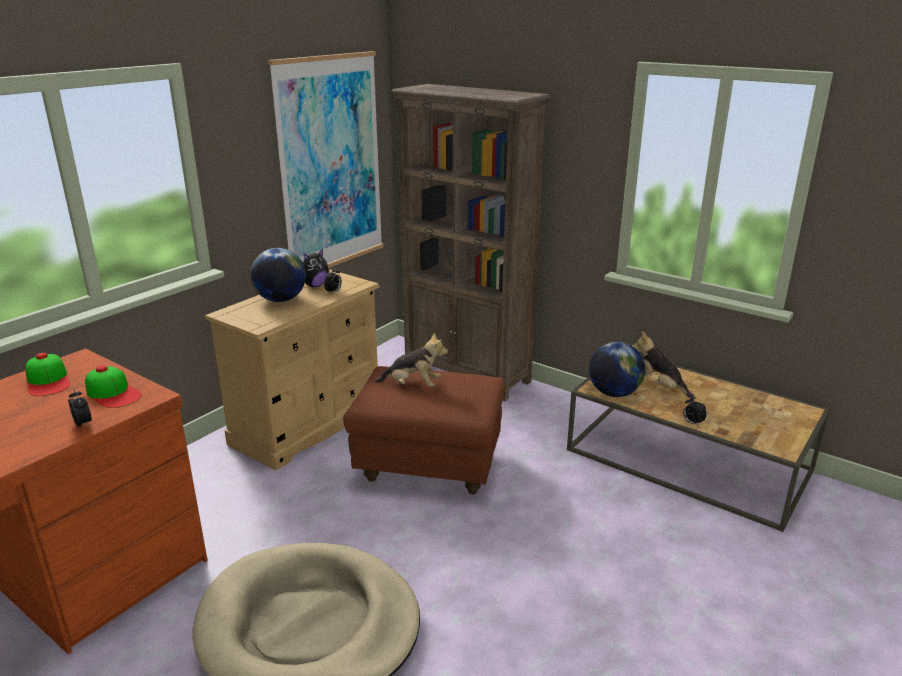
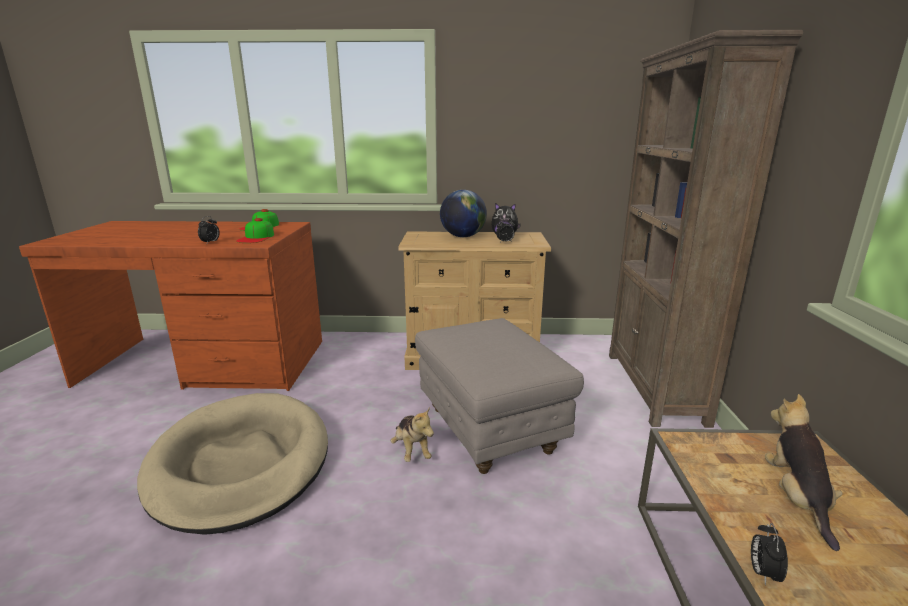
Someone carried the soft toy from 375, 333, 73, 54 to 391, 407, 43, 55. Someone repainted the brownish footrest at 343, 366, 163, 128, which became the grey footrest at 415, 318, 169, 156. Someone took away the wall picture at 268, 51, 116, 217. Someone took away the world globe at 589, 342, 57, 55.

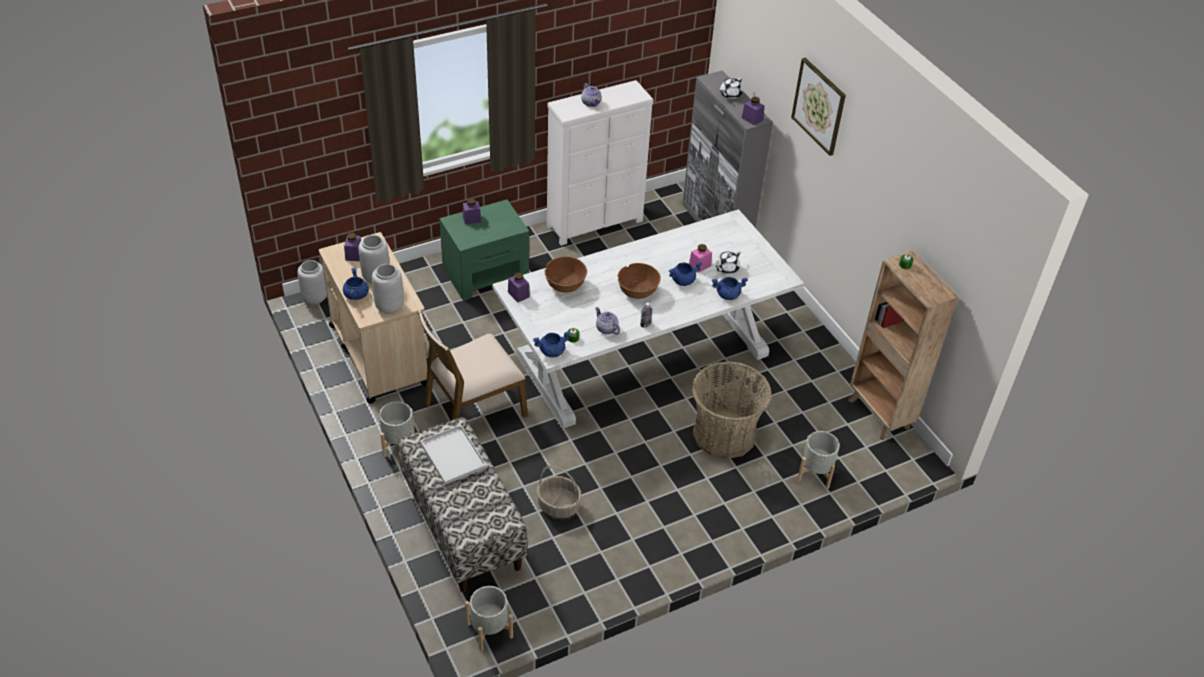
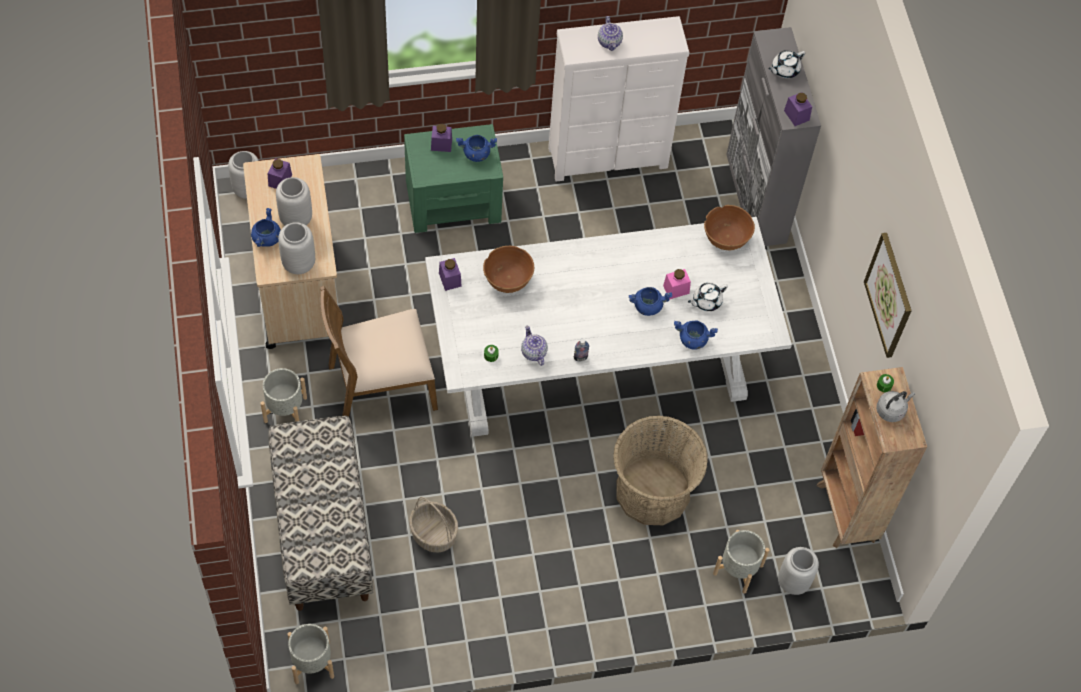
Someone carried the bluish cooking pot from 533, 331, 37, 26 to 456, 135, 41, 27. Someone carried the brownish serving bowl from 618, 263, 43, 36 to 704, 205, 51, 46. Someone put down the grey decorative vase at 778, 547, 41, 48. Someone carried the wall picture from 791, 58, 55, 98 to 864, 233, 47, 125. Someone put down the grey tea kettle at 876, 391, 39, 31. Someone took away the white carrying tray at 420, 425, 67, 60.

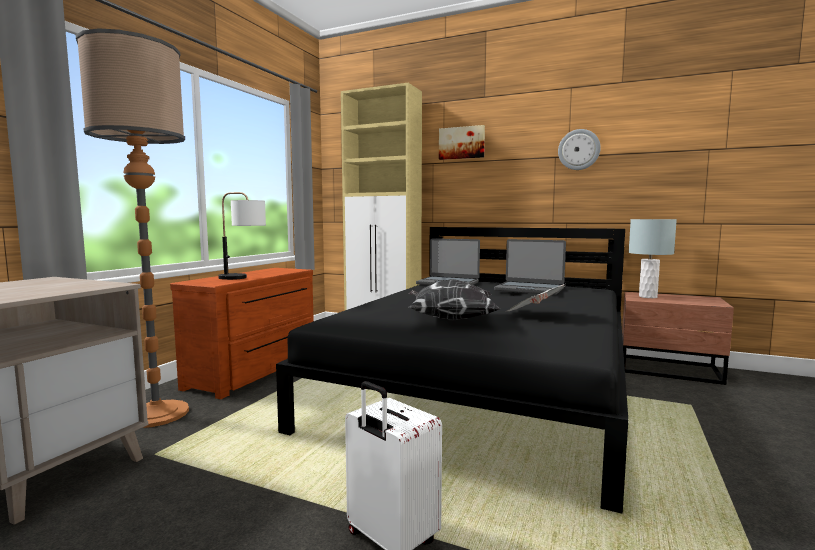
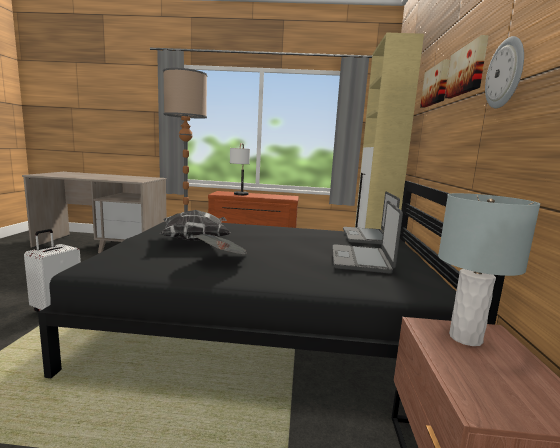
Someone put up the wall picture at 445, 35, 44, 63.

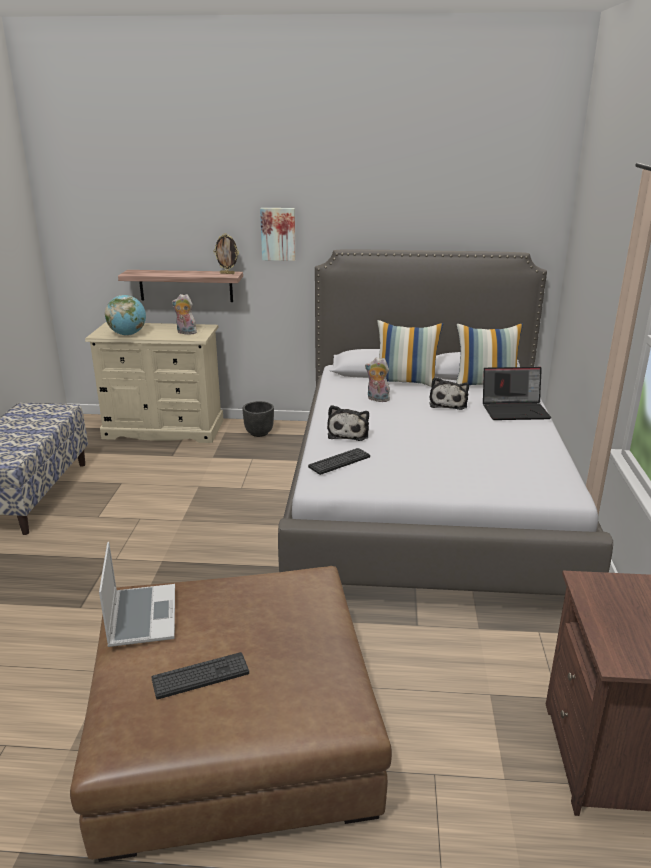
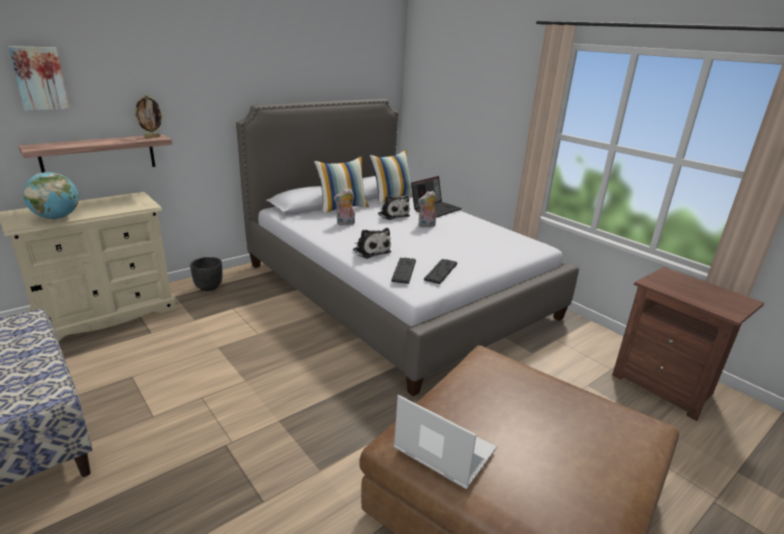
Someone carried the wall picture from 260, 208, 36, 53 to 8, 46, 62, 65. Someone carried the soft toy from 172, 294, 25, 41 to 418, 190, 18, 38. Someone carried the keyboard from 151, 652, 98, 47 to 424, 259, 33, 25.

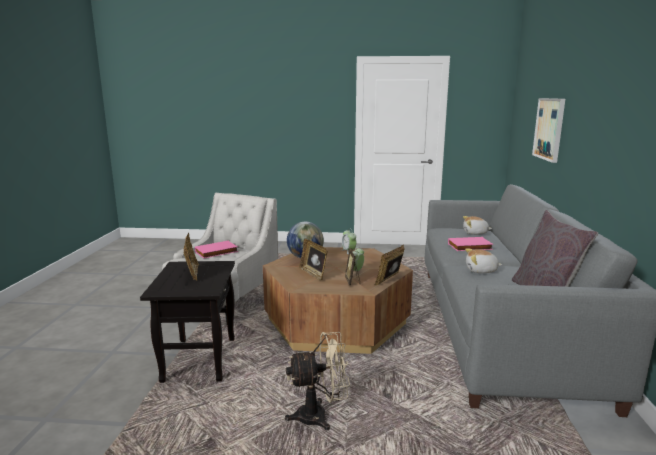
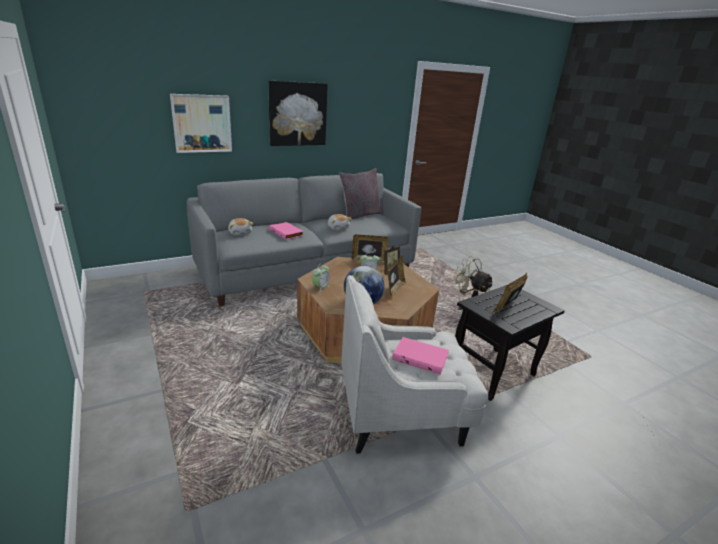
Someone put up the wall picture at 269, 81, 59, 65.

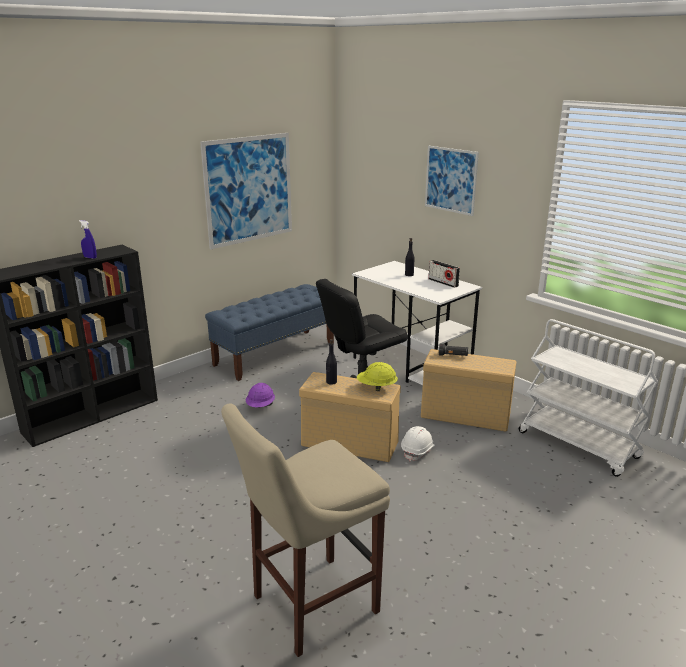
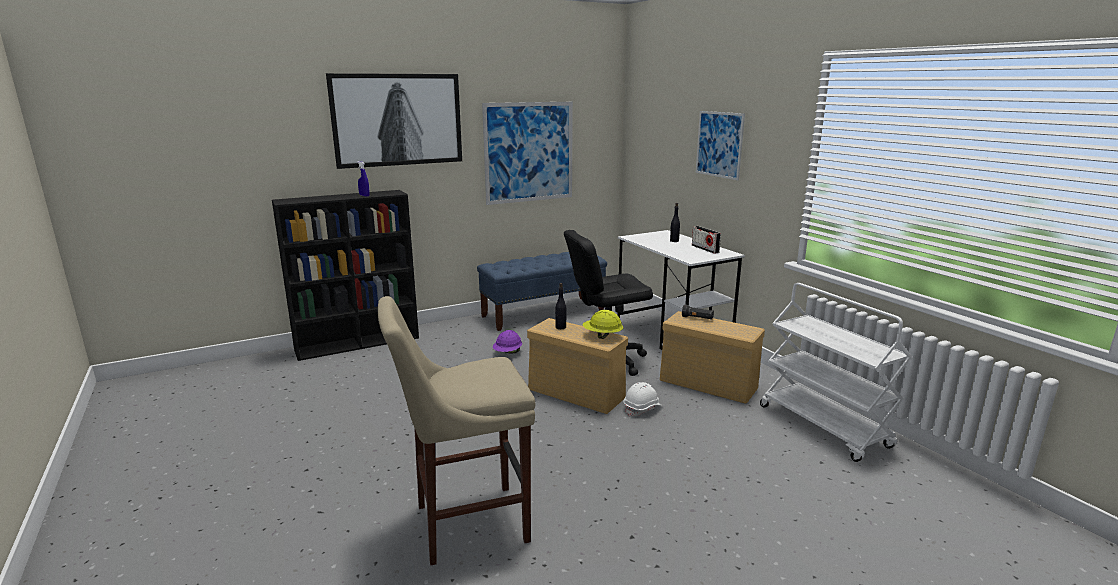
Someone put up the wall picture at 326, 73, 136, 96.

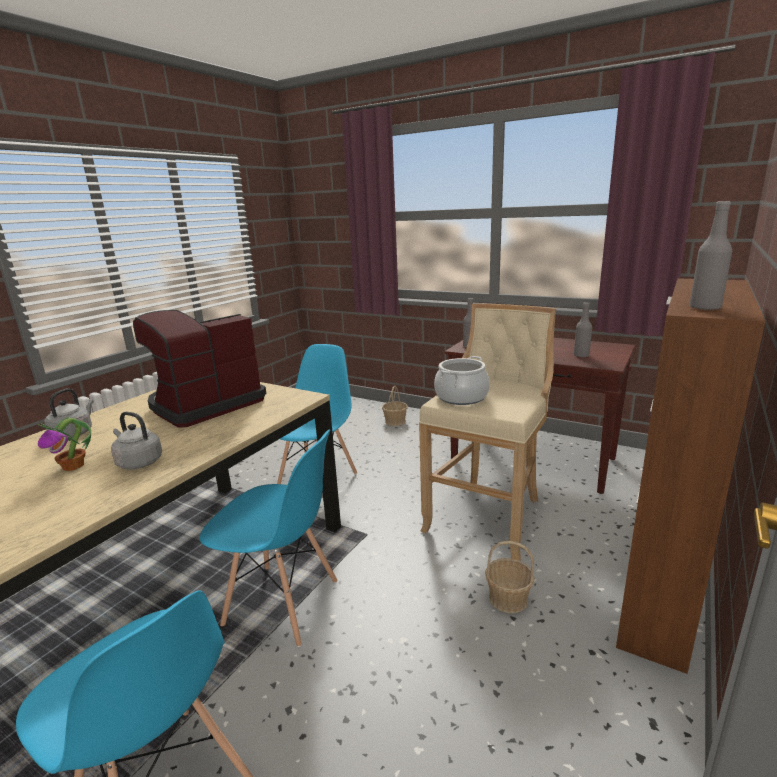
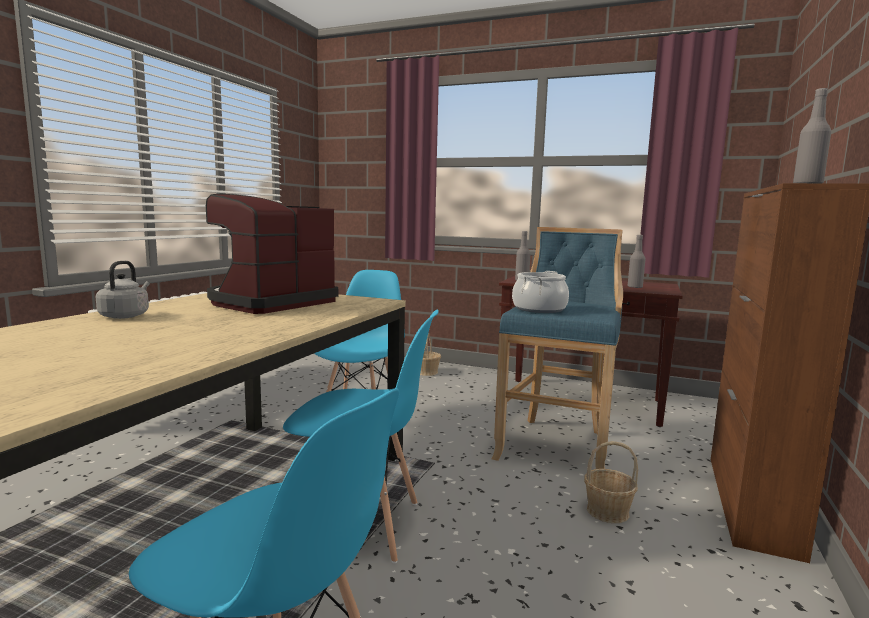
Someone repainted the beige-coloured sitting stool at 419, 303, 137, 258, which became the bluish sitting stool at 492, 227, 131, 242. Someone took away the houseplant at 37, 417, 54, 54. Someone took away the grey tea kettle at 111, 412, 51, 57.

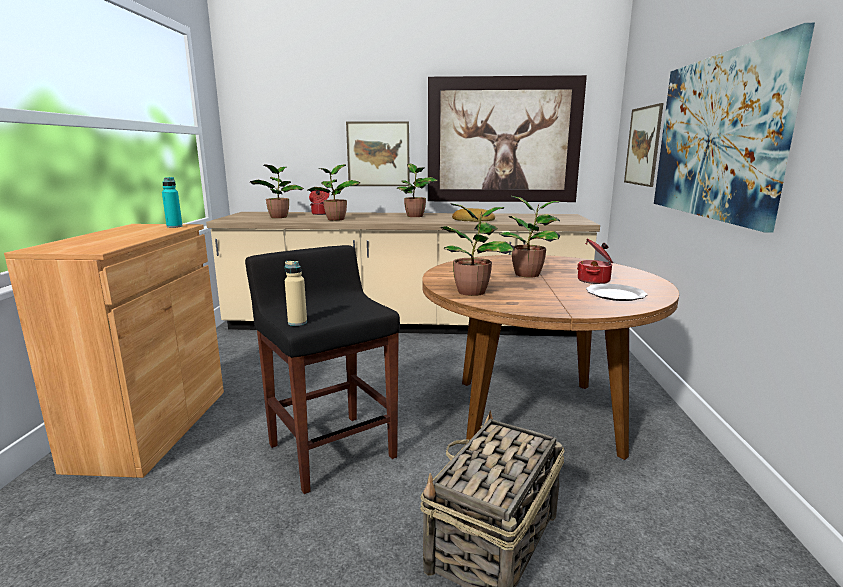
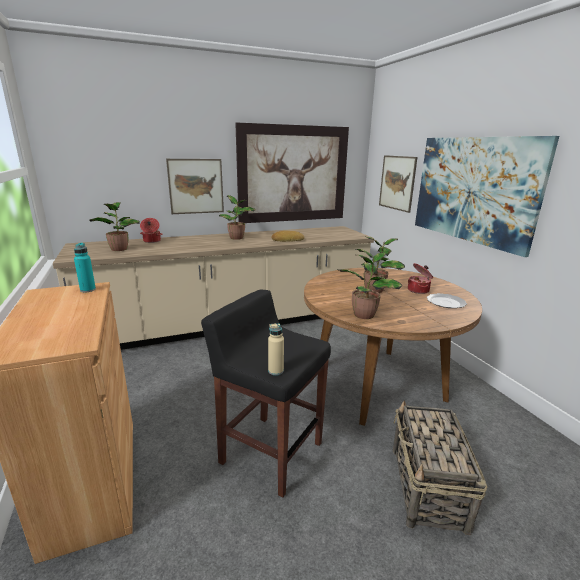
Someone took away the houseplant at 308, 164, 52, 57.

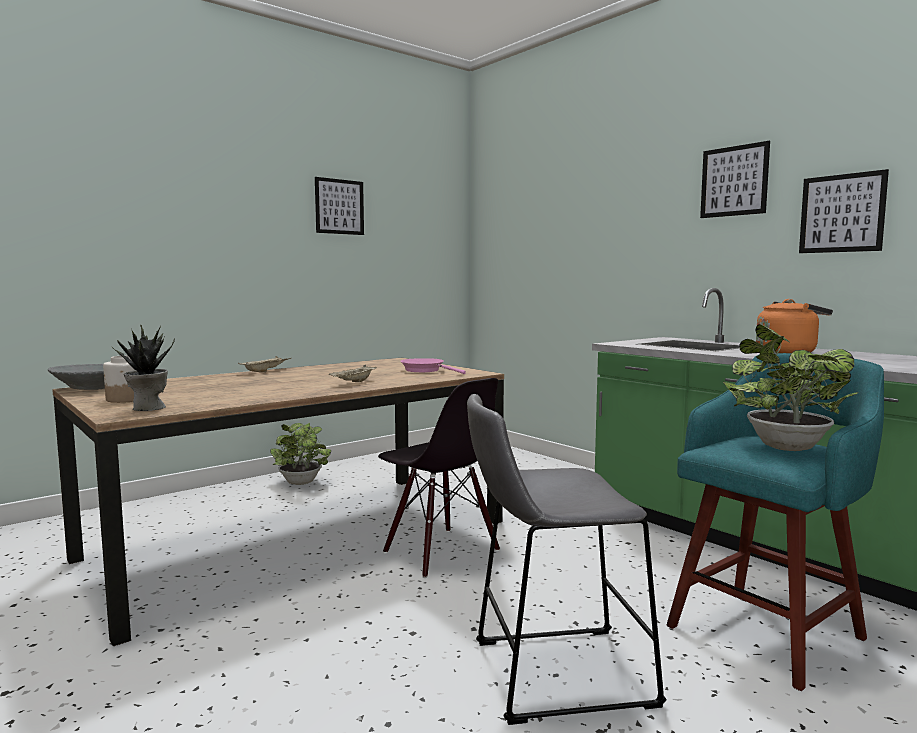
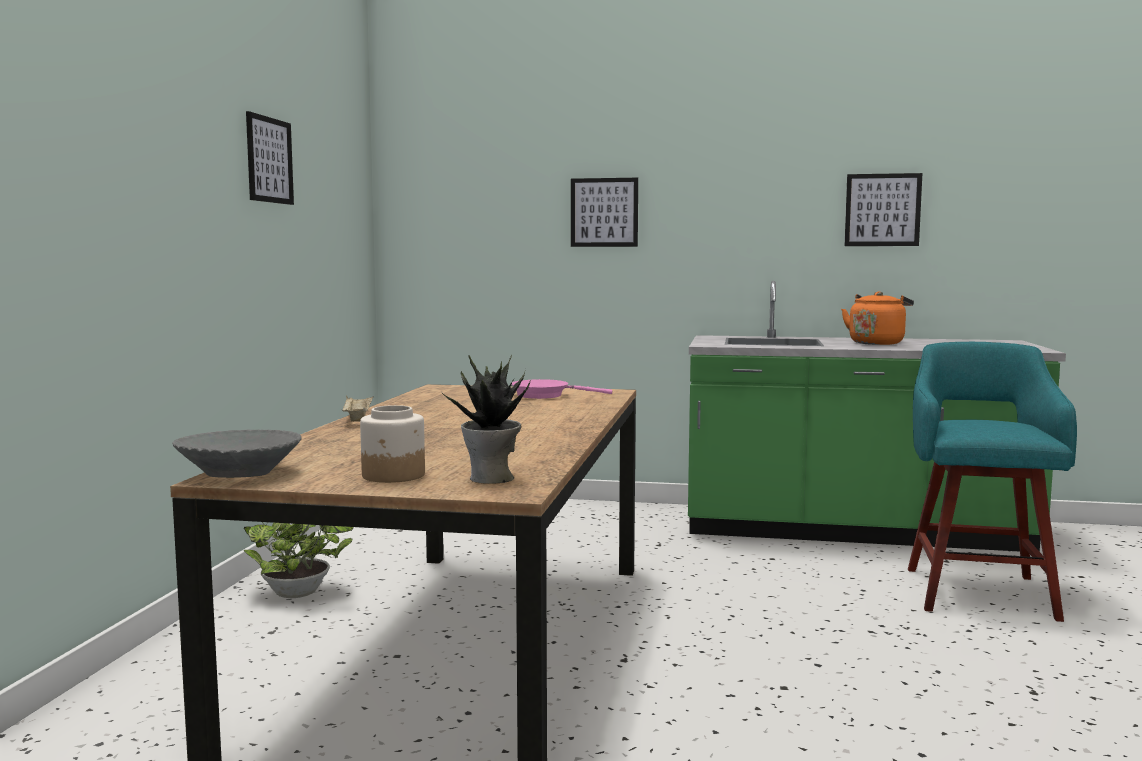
Someone carried the wall picture from 700, 141, 70, 77 to 571, 178, 67, 69. Someone took away the beige-coloured carrying tray at 329, 365, 48, 17. Someone took away the blackish upright chair at 378, 378, 122, 200. Someone took away the grey sitting stool at 467, 394, 200, 331. Someone took away the houseplant at 723, 324, 136, 127.

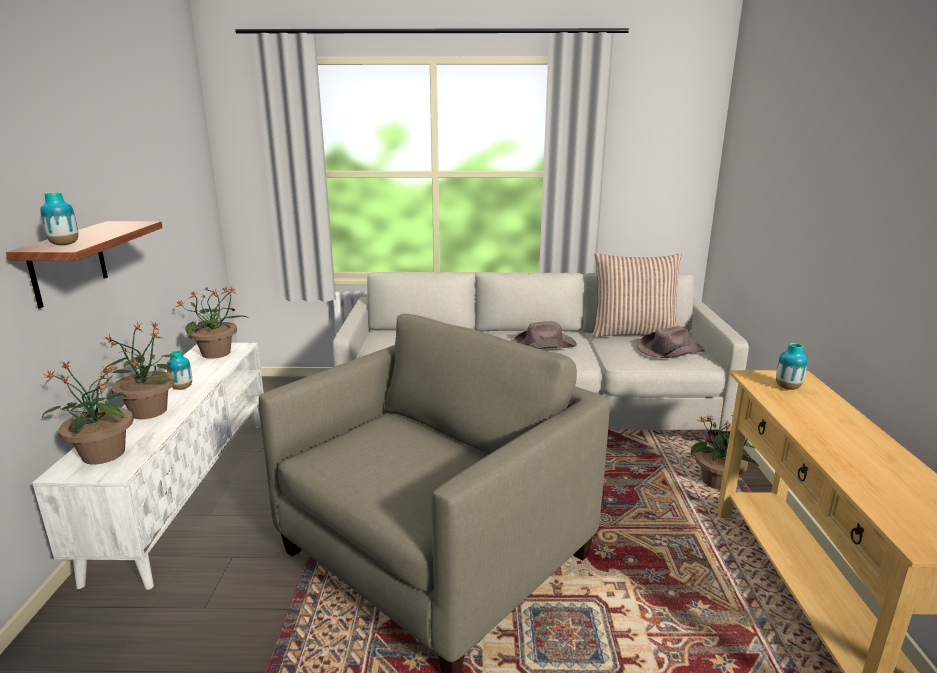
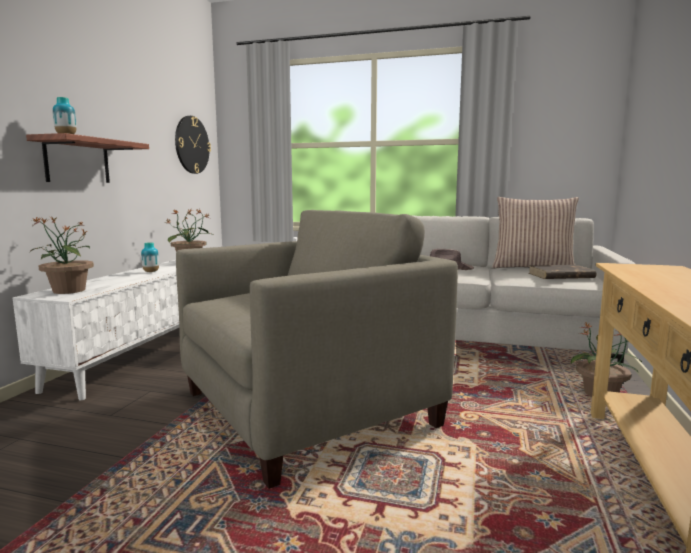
Someone put up the hanging clock at 175, 116, 36, 58. Someone swapped the brownish hat at 636, 325, 69, 33 for the brownish book at 529, 265, 67, 14. Someone took away the houseplant at 103, 321, 74, 98. Someone took away the decorative vase at 776, 343, 31, 47.

